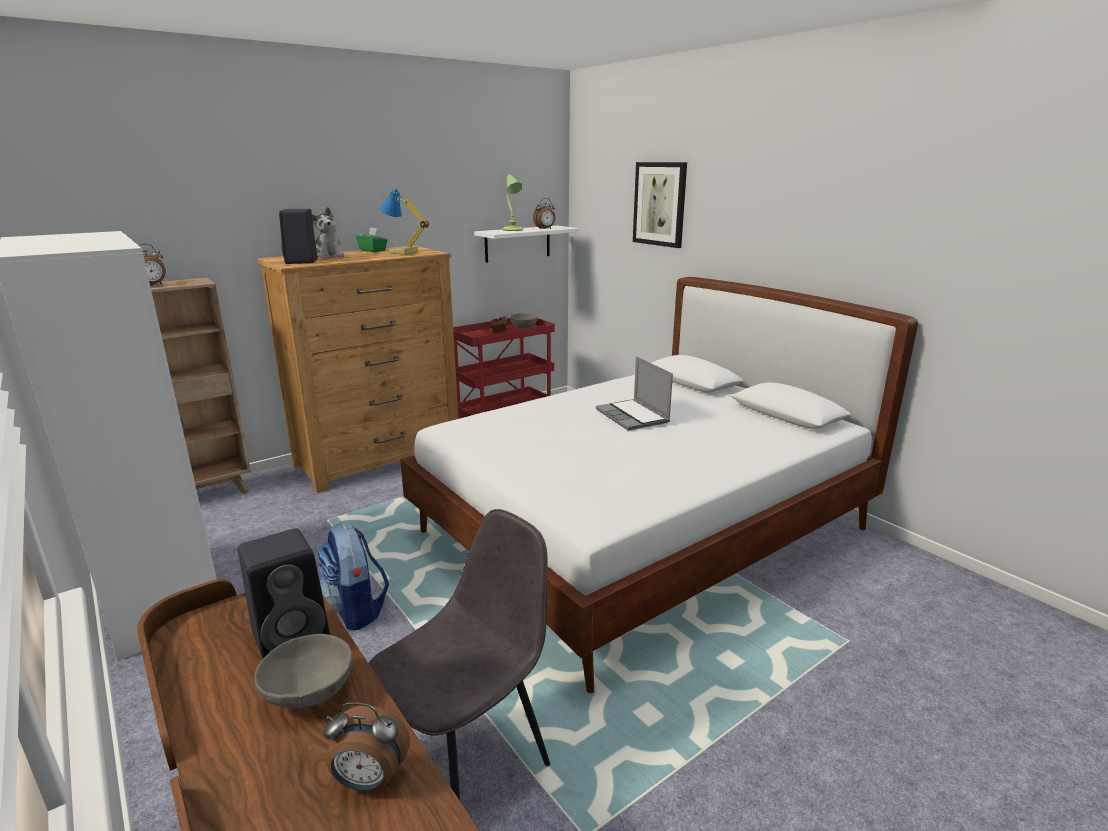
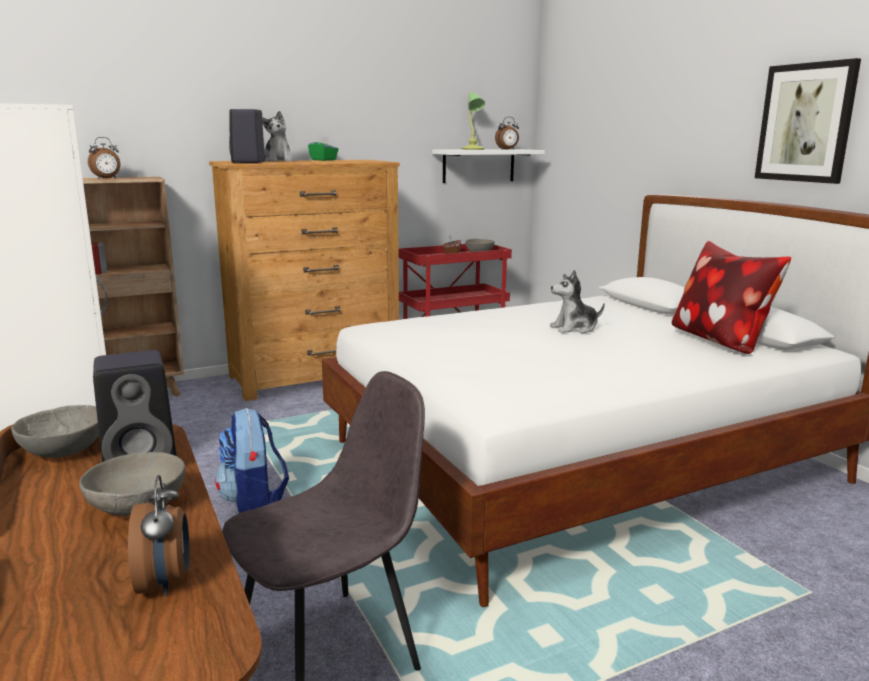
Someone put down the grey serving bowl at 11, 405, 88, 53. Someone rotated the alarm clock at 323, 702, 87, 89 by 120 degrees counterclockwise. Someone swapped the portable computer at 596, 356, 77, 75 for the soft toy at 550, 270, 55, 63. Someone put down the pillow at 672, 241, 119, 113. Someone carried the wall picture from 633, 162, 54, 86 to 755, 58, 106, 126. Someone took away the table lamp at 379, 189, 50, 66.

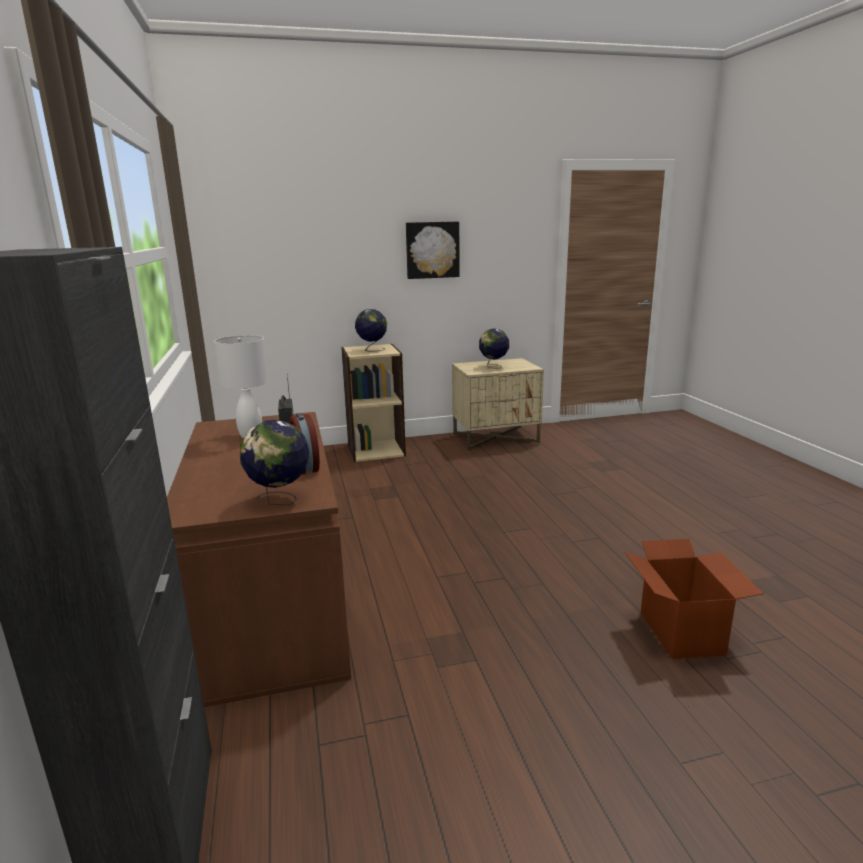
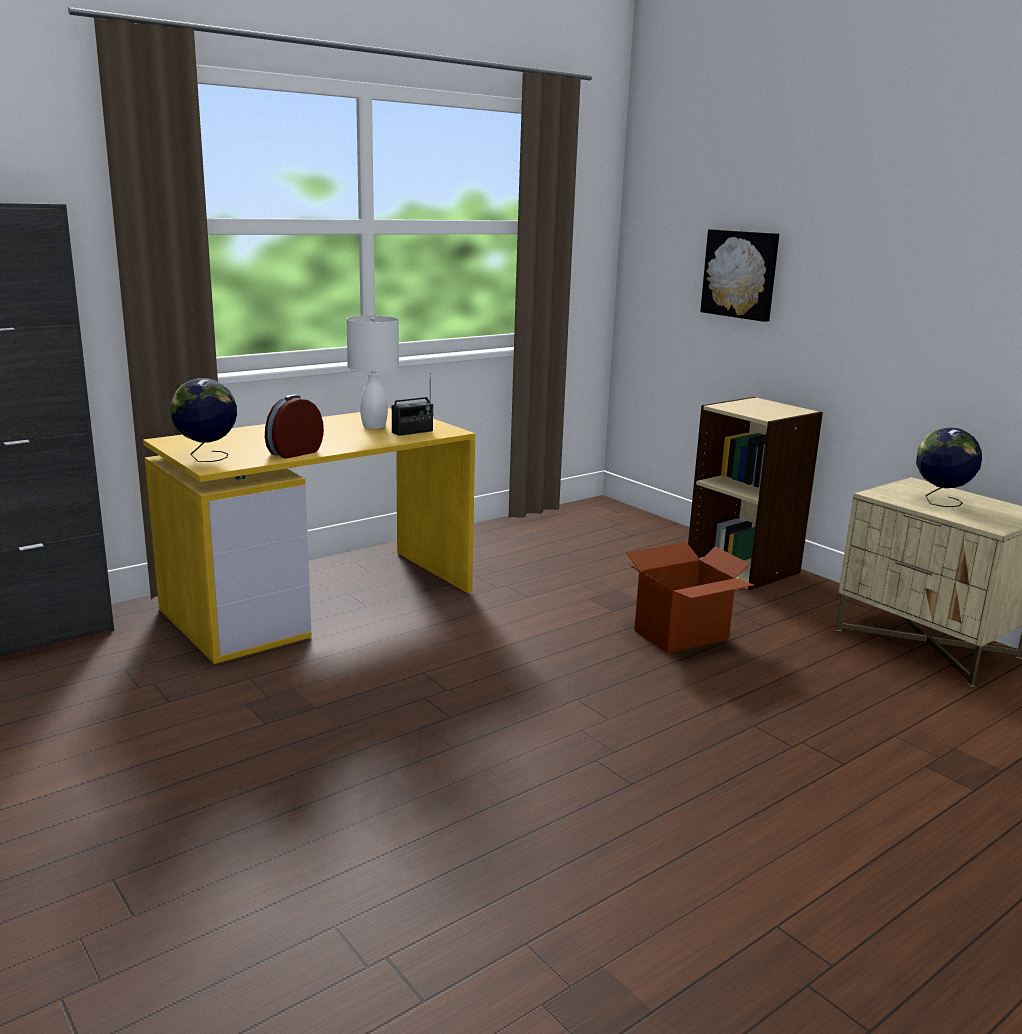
Someone repainted the brownish desk unit at 167, 412, 184, 295, which became the yellow-coloured desk unit at 143, 408, 332, 256. Someone carried the cardboard box from 625, 539, 139, 120 to 626, 542, 128, 111. Someone carried the wall picture from 406, 222, 54, 57 to 700, 229, 79, 93. Someone took away the world globe at 355, 309, 32, 43.

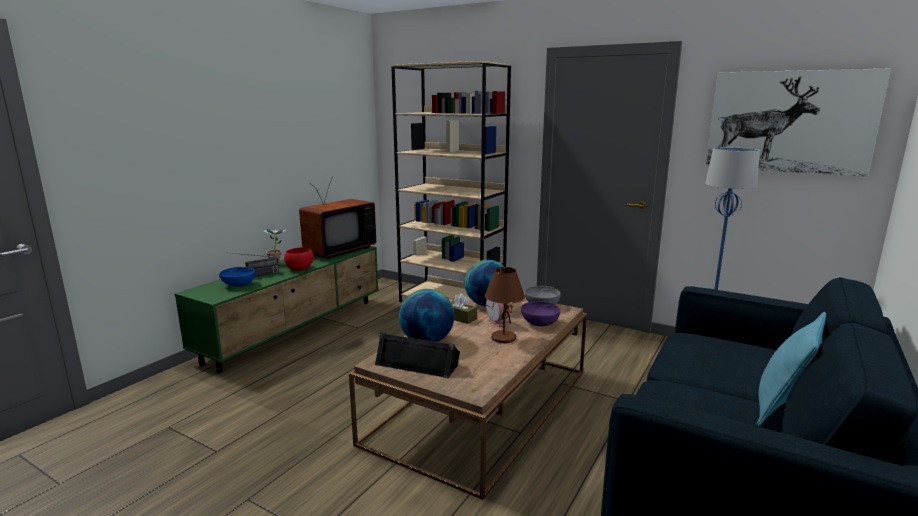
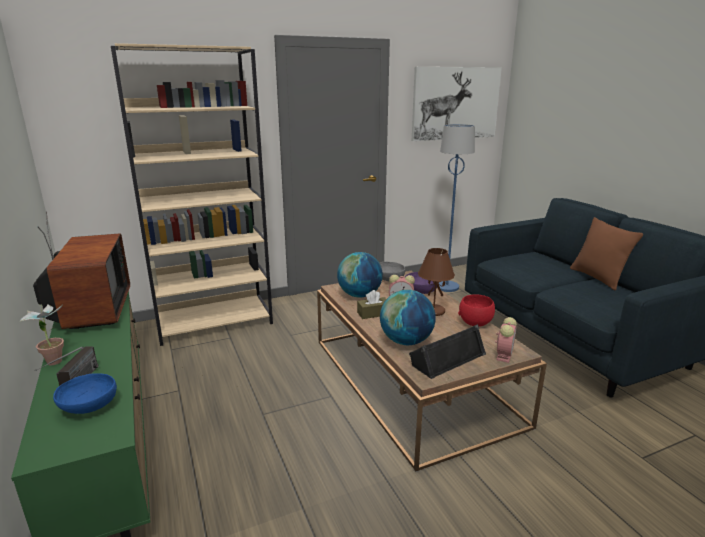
Someone carried the red-coloured serving bowl from 284, 247, 30, 24 to 458, 294, 37, 33. Someone put down the alarm clock at 495, 317, 22, 46. Someone repainted the turquoise-coloured pillow at 756, 312, 70, 115, which became the brownish pillow at 570, 217, 73, 73.

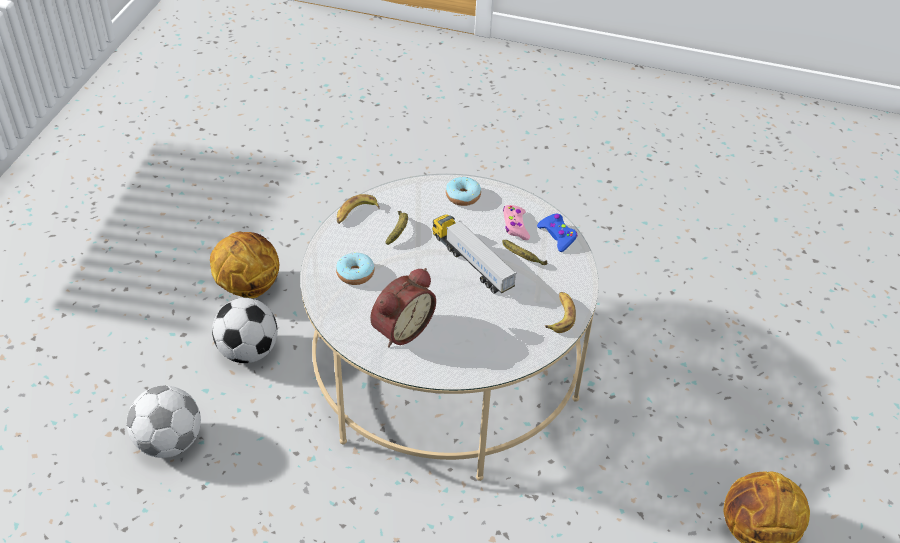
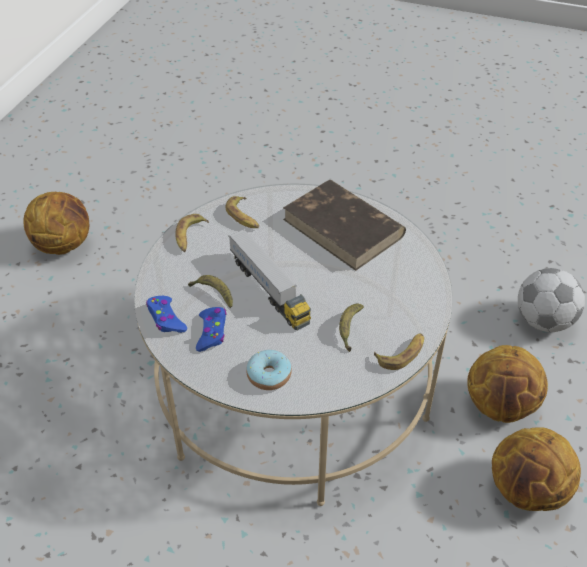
Someone repainted the pink-coloured game controller at 503, 205, 27, 35, which became the bluish game controller at 196, 307, 31, 45. Someone put down the banana at 226, 196, 33, 32. Someone swapped the alarm clock at 370, 268, 66, 79 for the brownish book at 283, 180, 123, 91. Someone swapped the football at 212, 298, 66, 65 for the ball for basketball at 467, 345, 81, 78. Someone took away the doughnut at 336, 252, 39, 33.

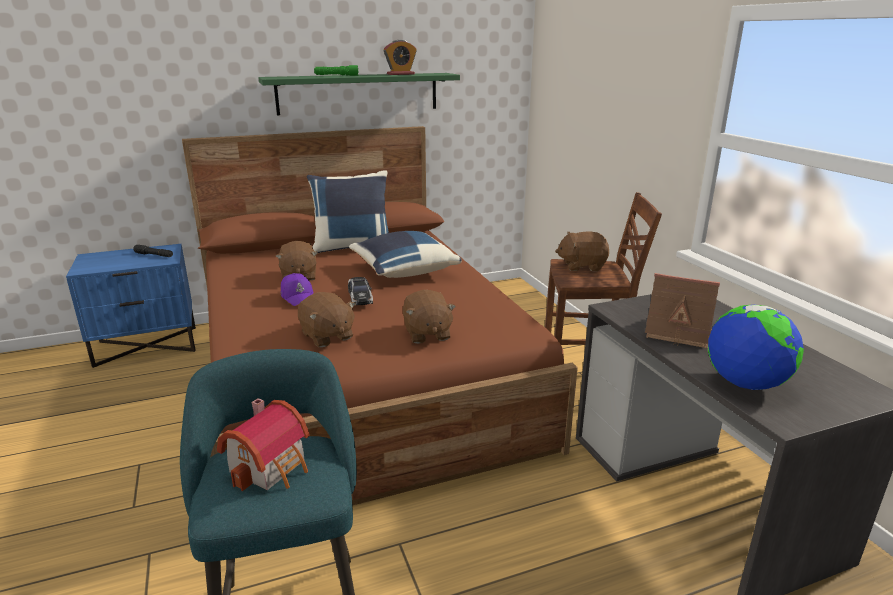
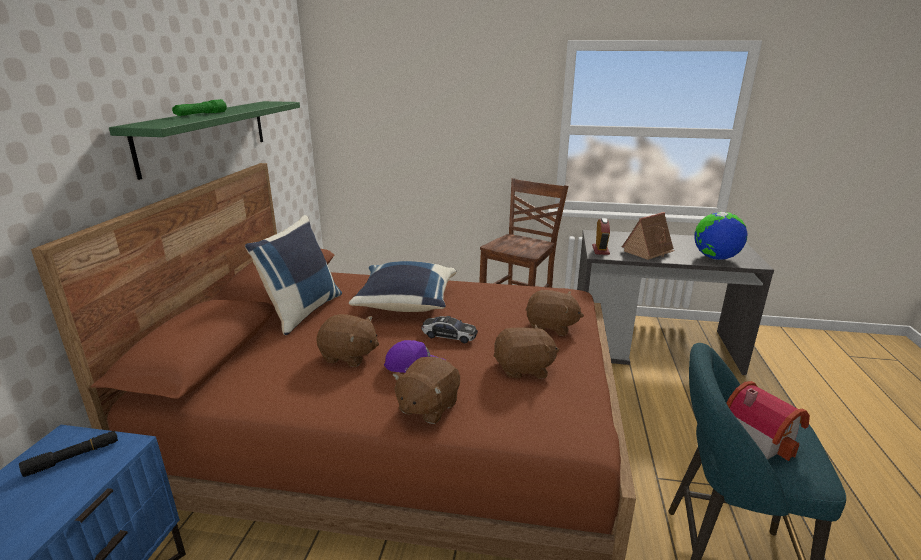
Someone carried the brownish soft toy from 555, 231, 54, 40 to 392, 357, 68, 67. Someone carried the alarm clock from 384, 40, 33, 35 to 592, 218, 18, 37.

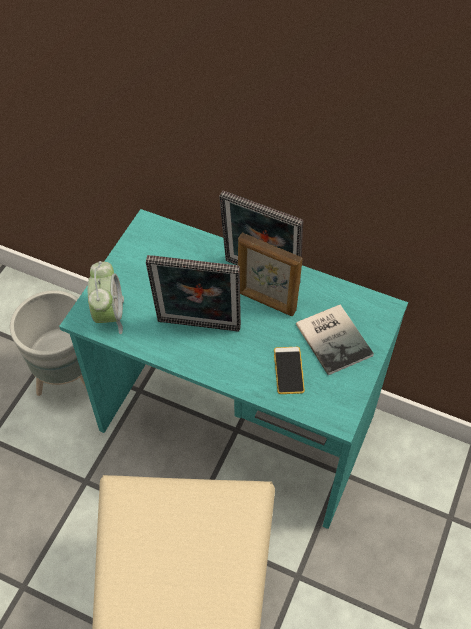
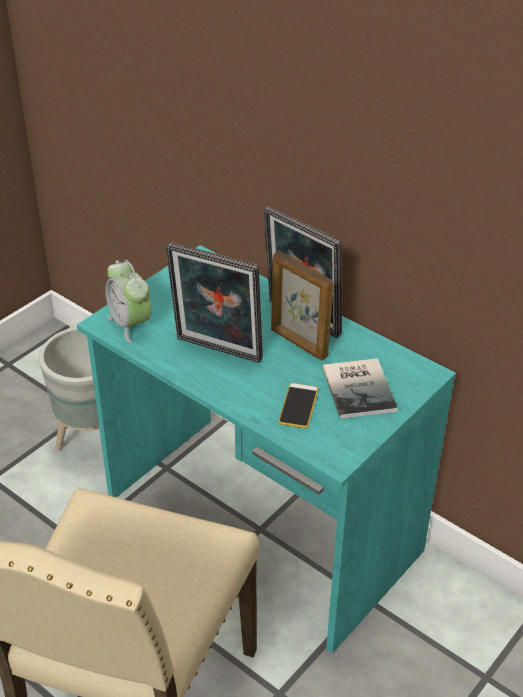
Someone rotated the alarm clock at 88, 261, 36, 73 by 135 degrees clockwise.

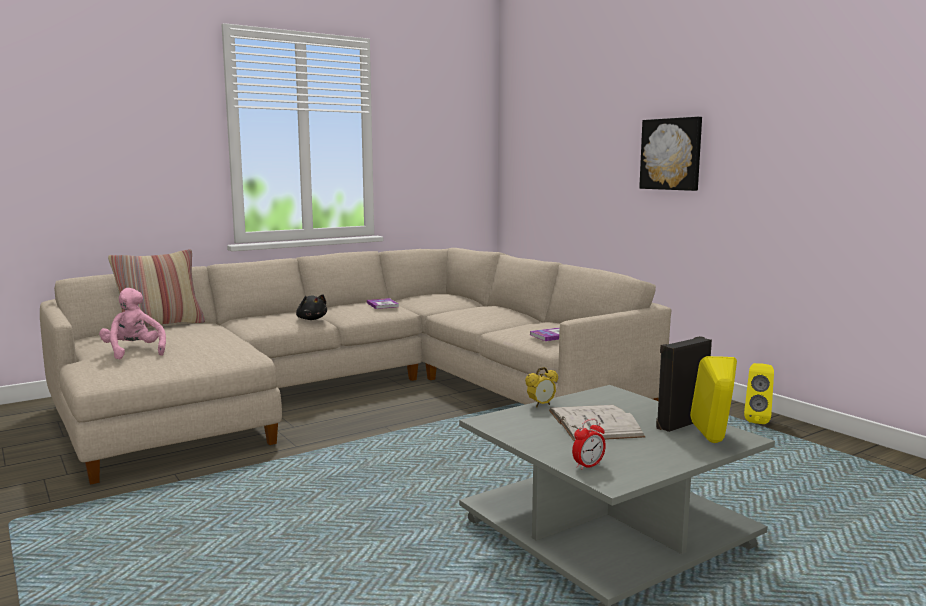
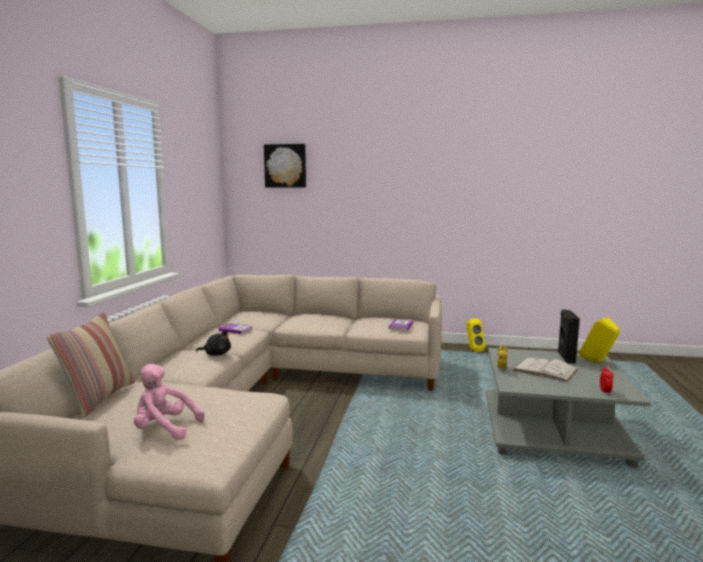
Someone carried the wall picture from 639, 117, 63, 74 to 264, 144, 42, 43.

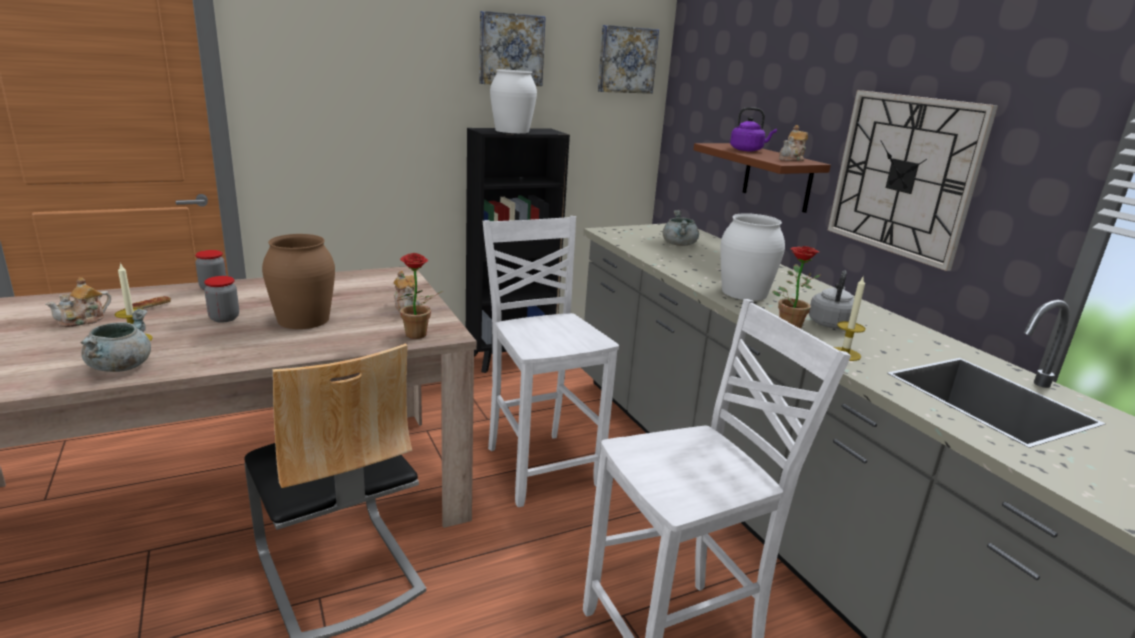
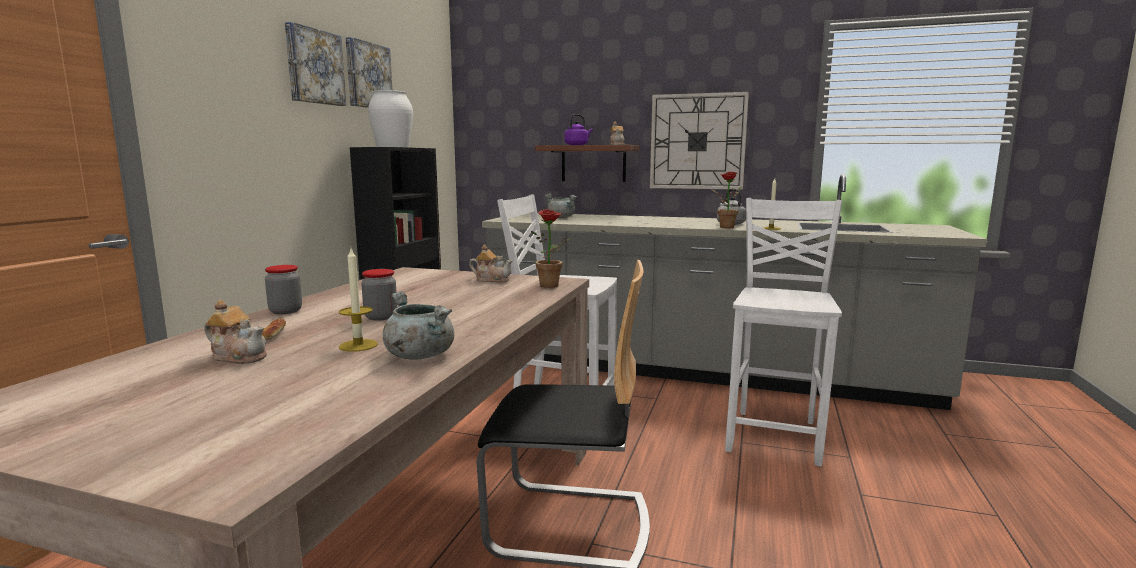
Someone rotated the tea pot at 46, 277, 65, 50 by 60 degrees counterclockwise. Someone carried the wall picture from 598, 25, 61, 69 to 285, 22, 61, 84. Someone took away the brownish decorative vase at 262, 234, 73, 95. Someone took away the white decorative vase at 720, 213, 65, 88.

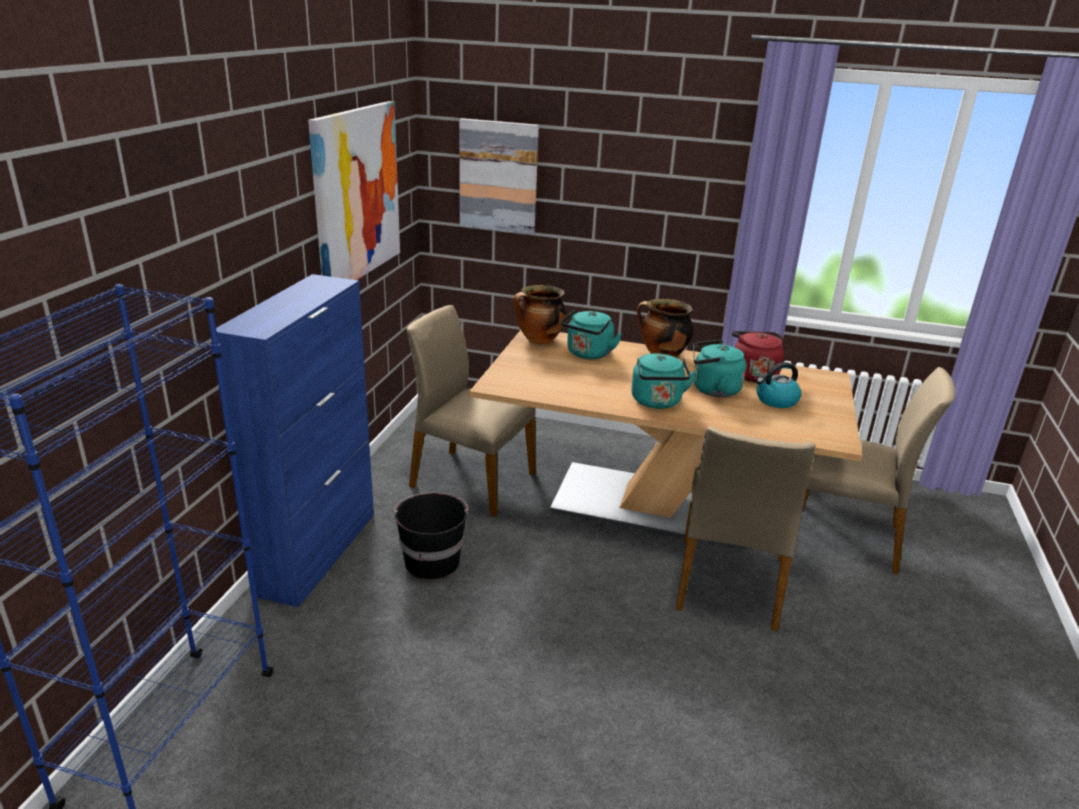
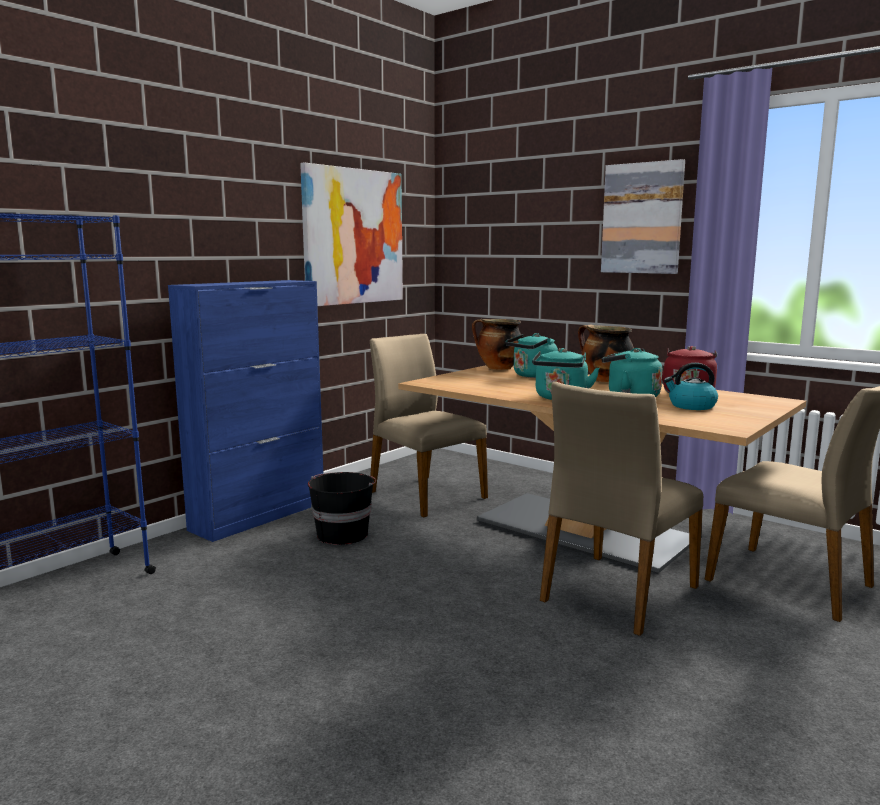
Someone carried the wall picture from 459, 118, 80, 117 to 601, 159, 84, 115.

